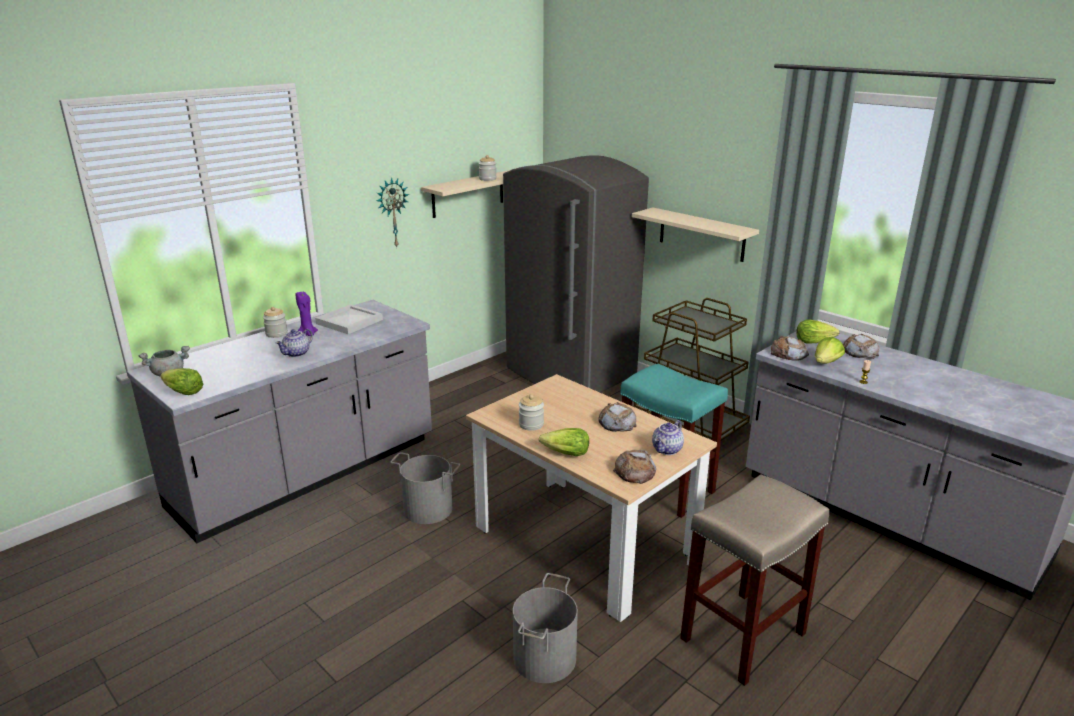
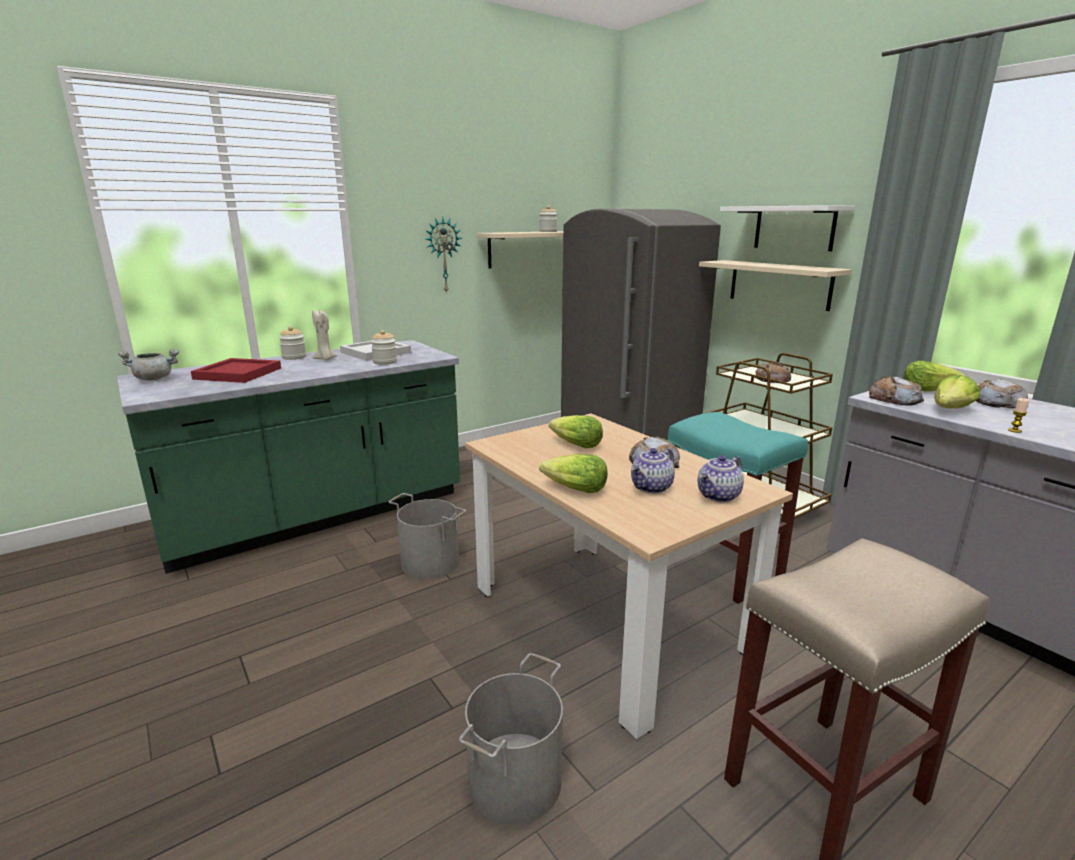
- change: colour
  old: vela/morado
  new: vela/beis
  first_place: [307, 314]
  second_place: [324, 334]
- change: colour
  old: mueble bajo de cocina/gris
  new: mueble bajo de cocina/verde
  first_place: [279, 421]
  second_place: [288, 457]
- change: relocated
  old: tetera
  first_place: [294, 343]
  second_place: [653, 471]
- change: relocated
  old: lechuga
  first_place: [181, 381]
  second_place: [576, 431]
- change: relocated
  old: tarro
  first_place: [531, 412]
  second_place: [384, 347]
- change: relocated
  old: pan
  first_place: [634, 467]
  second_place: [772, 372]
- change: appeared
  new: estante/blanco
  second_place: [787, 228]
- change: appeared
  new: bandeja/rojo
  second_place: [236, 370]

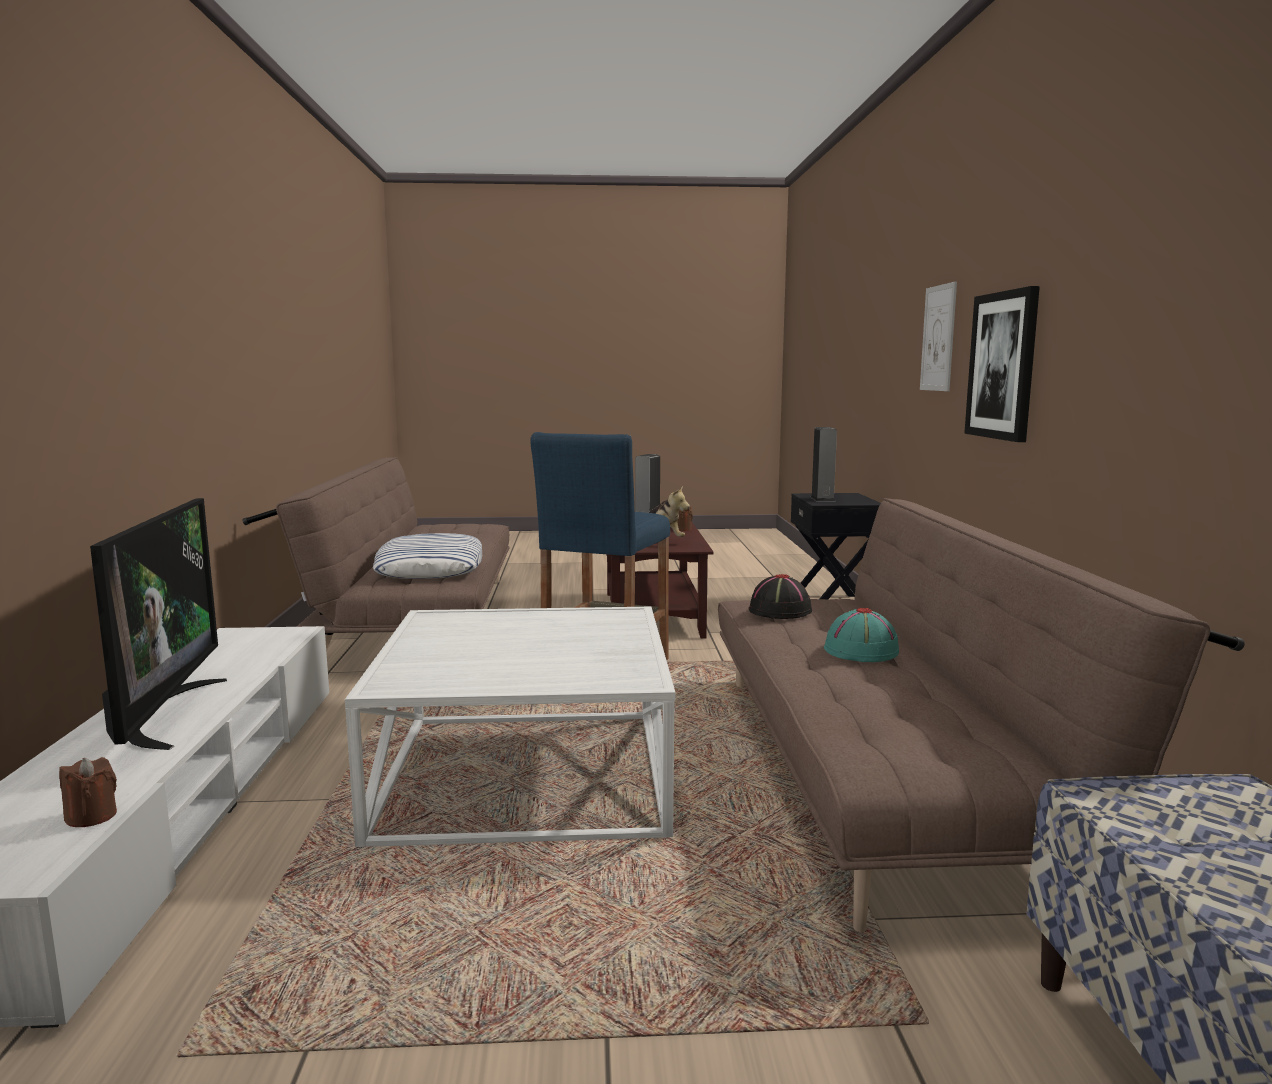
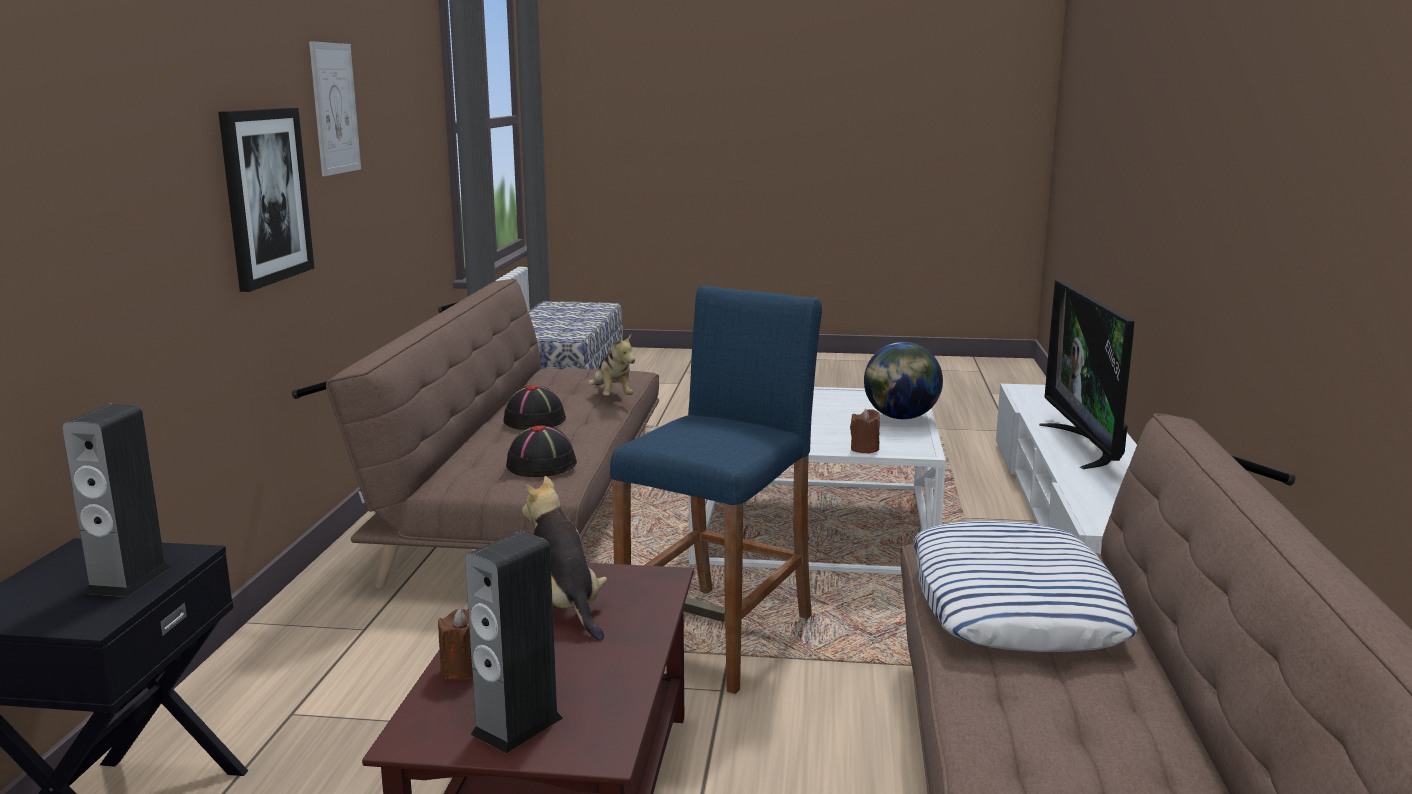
- change: relocated
  old: cuadro
  first_place: [938, 336]
  second_place: [335, 108]
- change: colour
  old: sombrero/turquesa
  new: sombrero/negro
  first_place: [861, 635]
  second_place: [535, 407]
- change: relocated
  old: vela/marrón
  first_place: [88, 792]
  second_place: [865, 431]
- change: appeared
  new: peluche
  second_place: [611, 365]
- change: appeared
  new: globo terráqueo
  second_place: [903, 380]

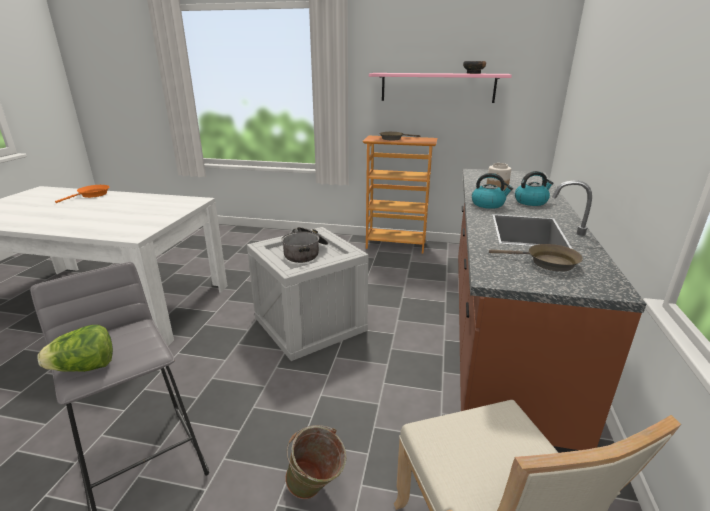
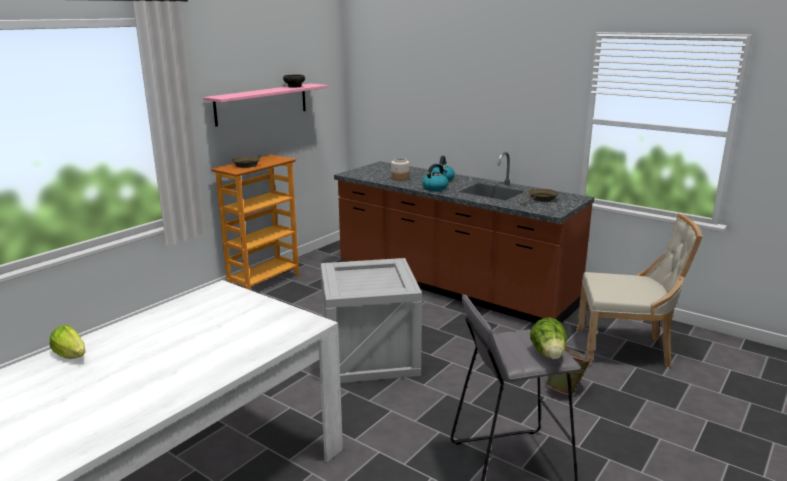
- change: exchanged
  old: sartén/naranja
  new: lechuga
  first_place: [82, 194]
  second_place: [67, 342]
- change: missing
  old: olla
  first_place: [305, 245]

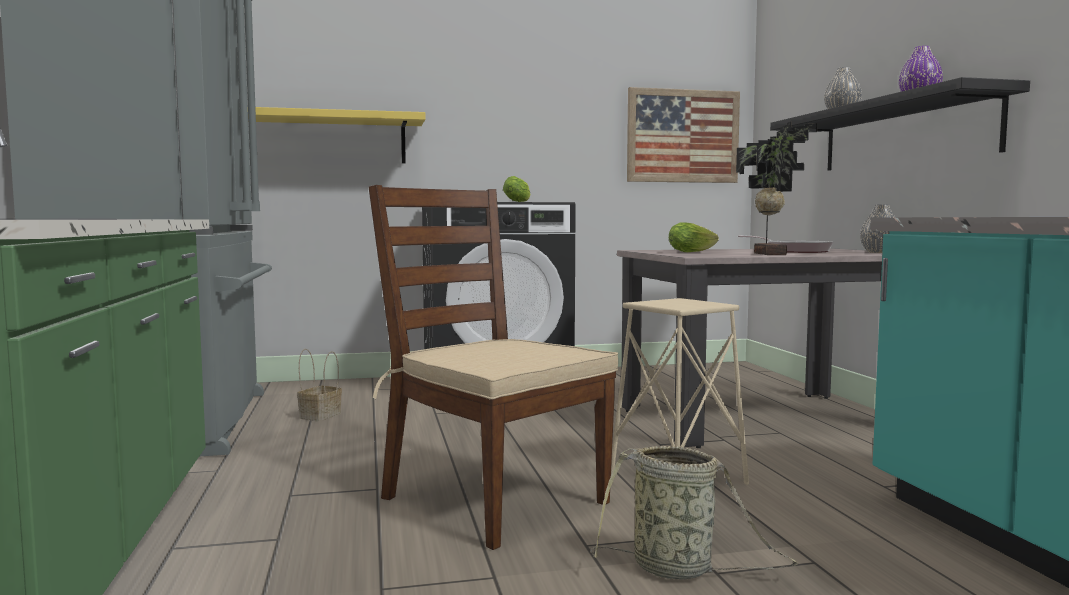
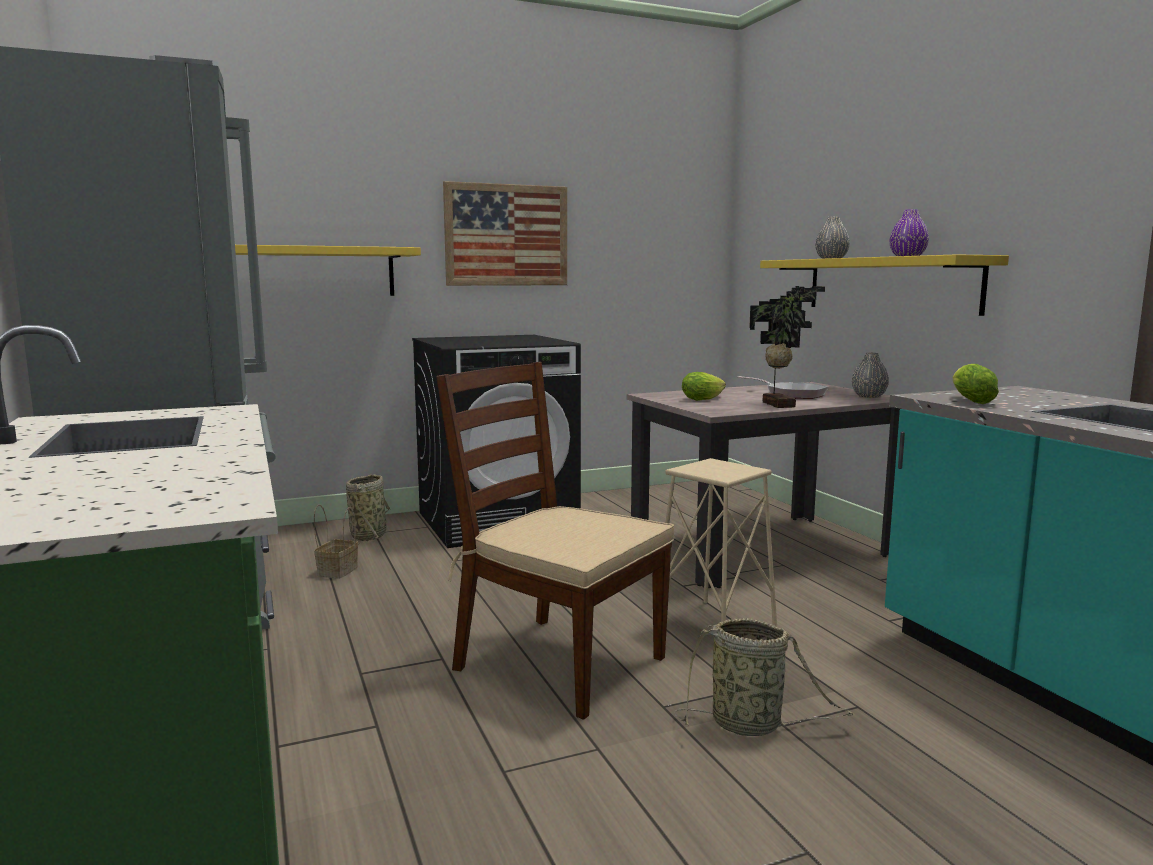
- change: colour
  old: estante/negro
  new: estante/amarillo
  first_place: [900, 124]
  second_place: [884, 285]
- change: relocated
  old: cuadro
  first_place: [683, 135]
  second_place: [505, 233]
- change: relocated
  old: lechuga
  first_place: [516, 189]
  second_place: [976, 384]
- change: appeared
  new: cesta
  second_place: [368, 509]

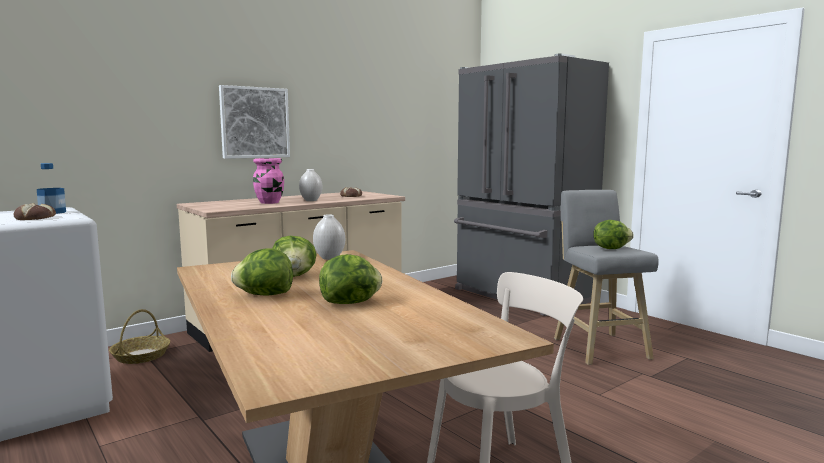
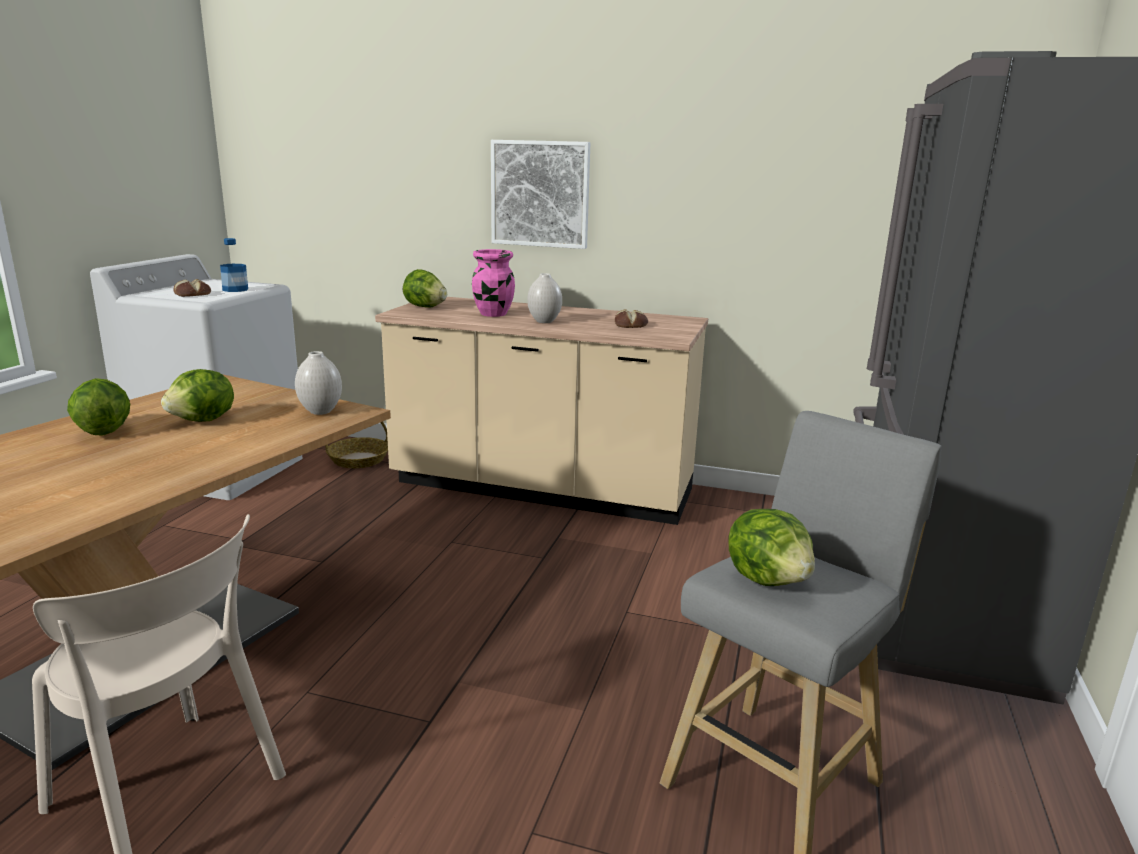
- change: relocated
  old: lechuga
  first_place: [350, 279]
  second_place: [425, 288]

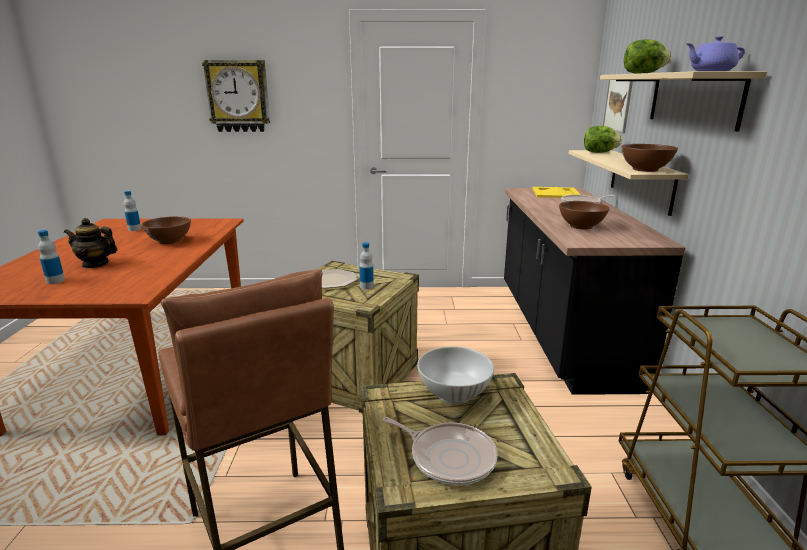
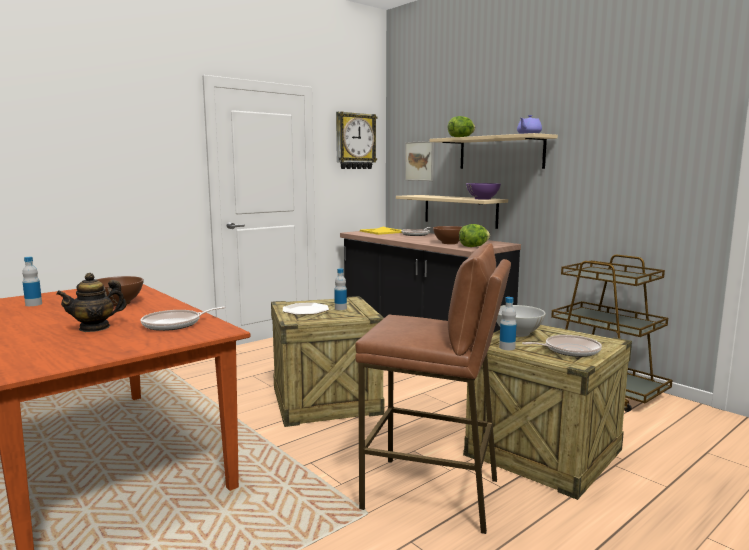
- change: relocated
  old: reloj de pared
  first_place: [236, 96]
  second_place: [356, 140]
- change: relocated
  old: lechuga
  first_place: [603, 139]
  second_place: [474, 235]
- change: colour
  old: cuenco/marrón
  new: cuenco/morado
  first_place: [649, 158]
  second_place: [483, 191]
- change: relocated
  old: botella
  first_place: [51, 257]
  second_place: [507, 323]
- change: appeared
  new: sartén
  second_place: [183, 319]

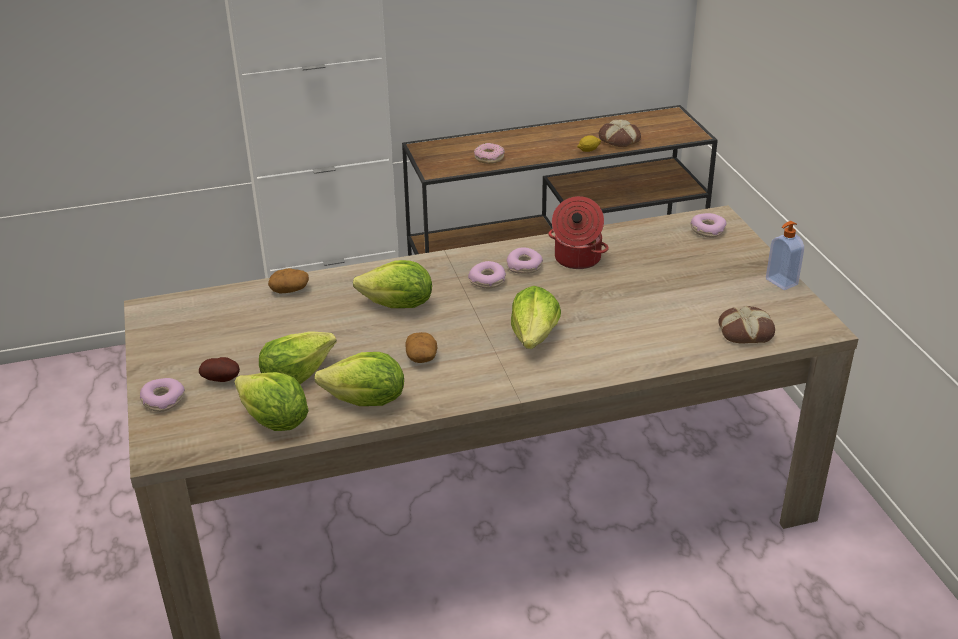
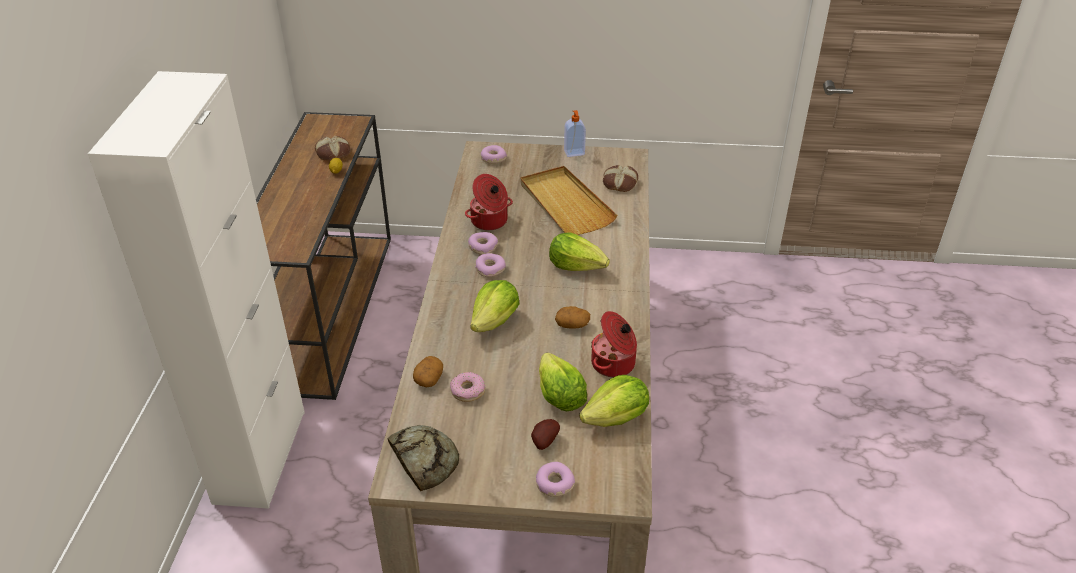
- change: relocated
  old: rosquilla
  first_place: [489, 153]
  second_place: [467, 387]
- change: exchanged
  old: lechuga
  new: olla
  first_place: [359, 379]
  second_place: [614, 344]
- change: appeared
  new: bandeja/beis
  second_place: [569, 200]
- change: appeared
  new: pan
  second_place: [423, 458]

